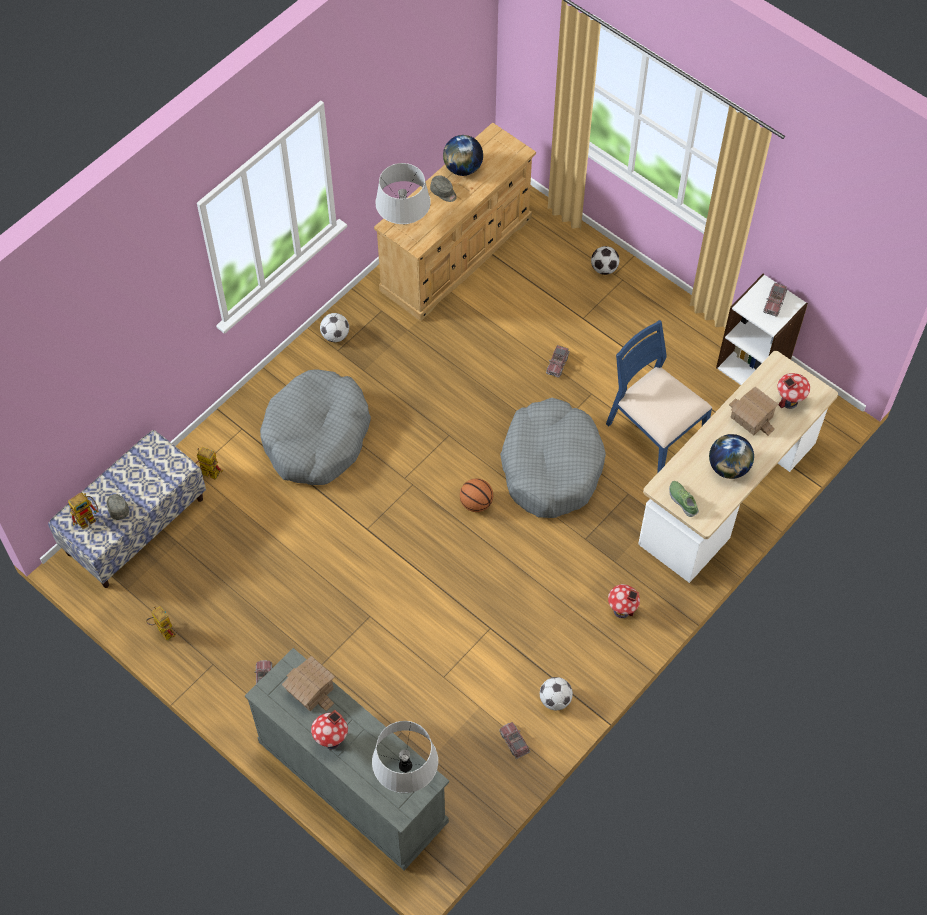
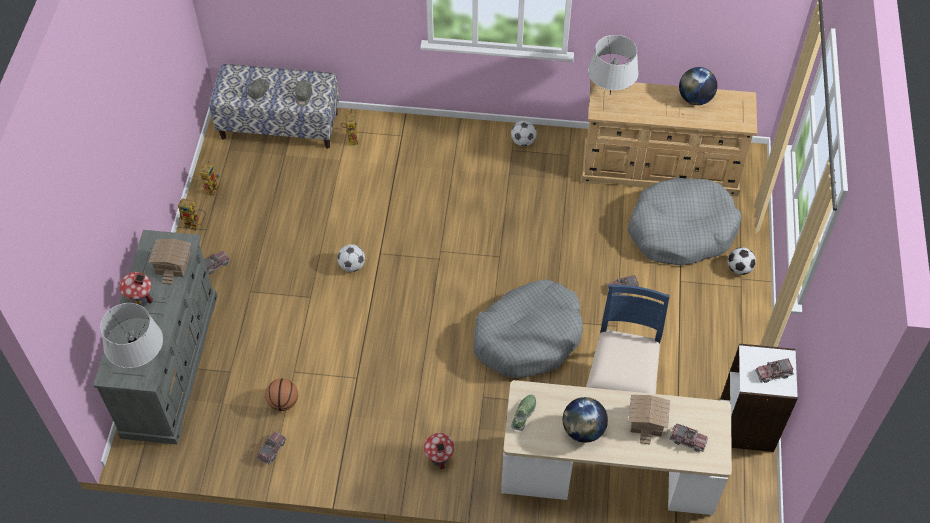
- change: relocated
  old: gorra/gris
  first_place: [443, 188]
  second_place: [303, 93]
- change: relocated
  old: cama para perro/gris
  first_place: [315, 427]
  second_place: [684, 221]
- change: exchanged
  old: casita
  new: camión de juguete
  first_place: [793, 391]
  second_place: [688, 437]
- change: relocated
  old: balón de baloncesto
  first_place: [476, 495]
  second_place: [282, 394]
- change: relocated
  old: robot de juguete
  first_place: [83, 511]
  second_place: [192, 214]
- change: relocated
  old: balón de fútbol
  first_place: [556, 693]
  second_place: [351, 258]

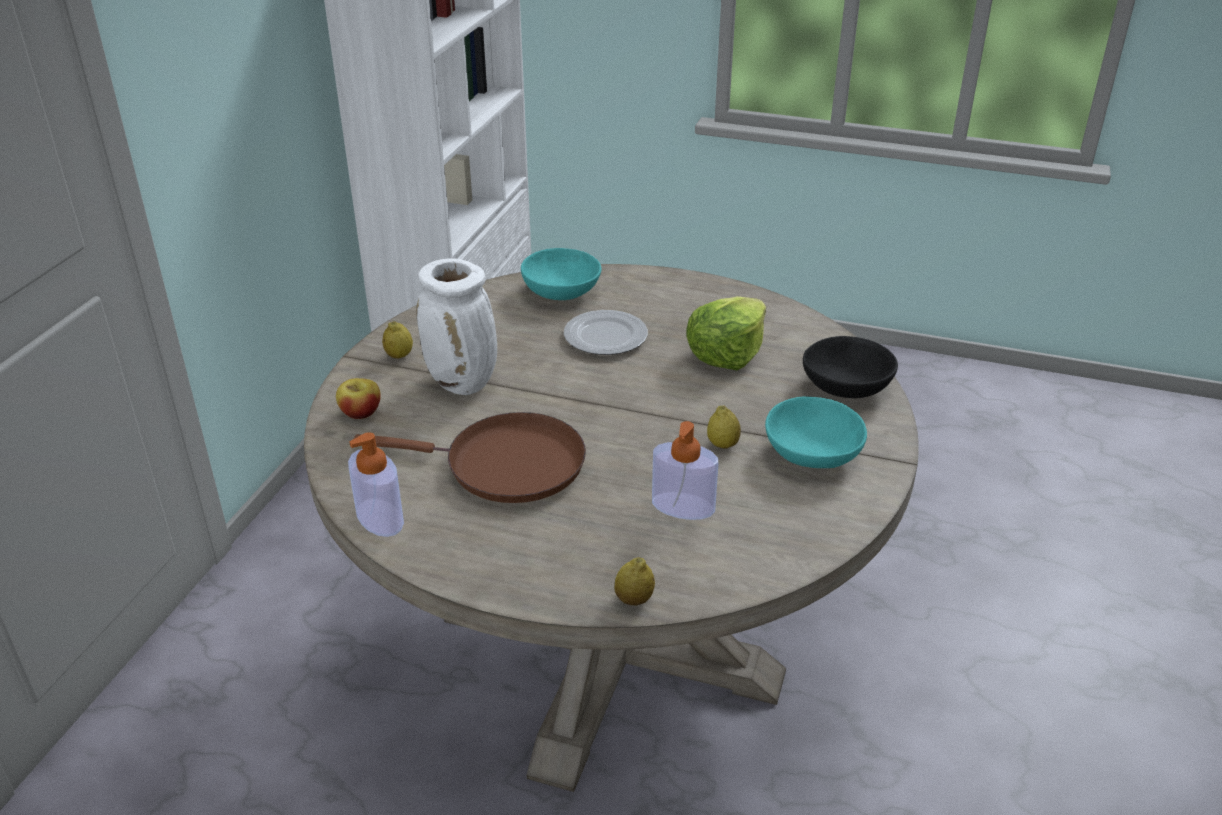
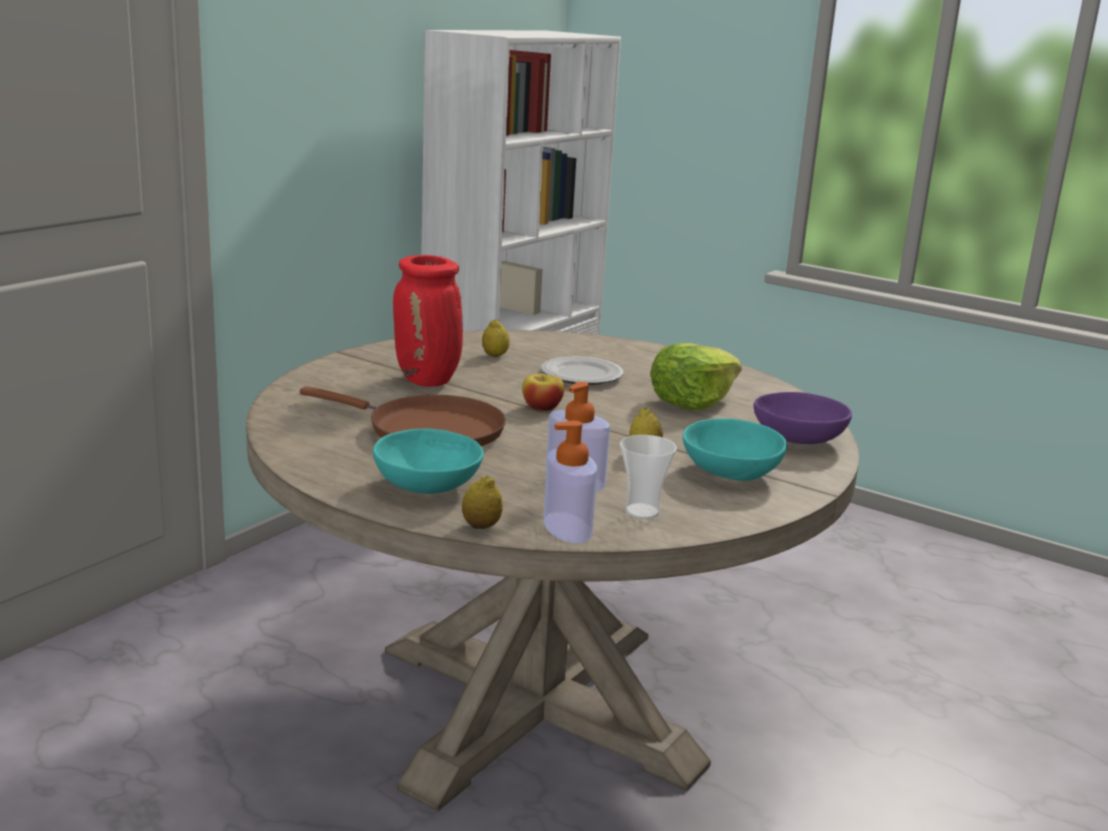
- change: relocated
  old: cuenco/turquesa
  first_place: [561, 274]
  second_place: [428, 461]
- change: colour
  old: florero/blanco
  new: florero/rojo
  first_place: [456, 326]
  second_place: [428, 321]
- change: relocated
  old: limón
  first_place: [397, 340]
  second_place: [496, 338]
- change: colour
  old: cuenco/negro
  new: cuenco/morado
  first_place: [850, 367]
  second_place: [803, 418]
- change: relocated
  old: manzana
  first_place: [358, 398]
  second_place: [543, 392]
- change: relocated
  old: dispensador de jabón
  first_place: [376, 484]
  second_place: [570, 481]
- change: appeared
  new: taza
  second_place: [648, 477]

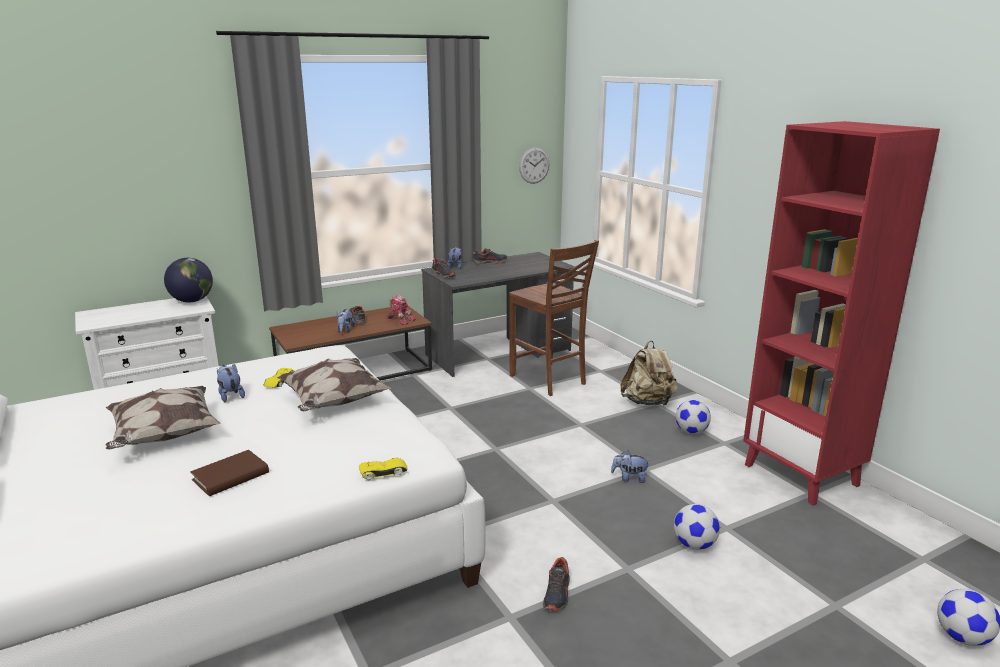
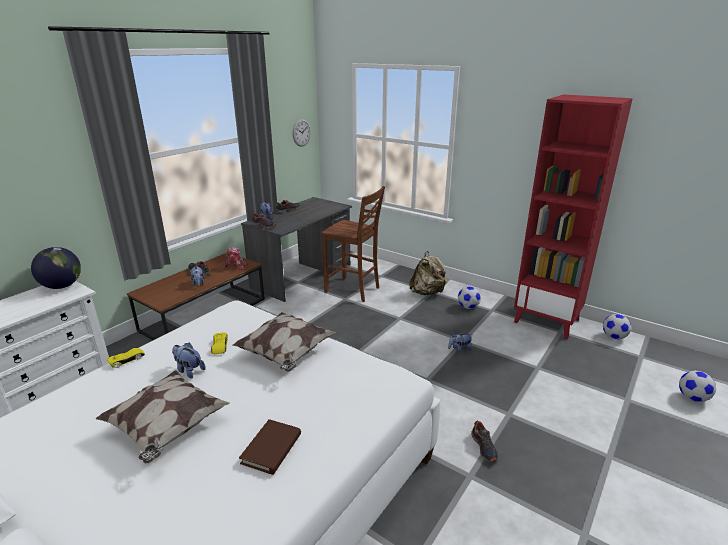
- change: relocated
  old: coche de juguete/amarillo
  first_place: [383, 469]
  second_place: [126, 358]
- change: relocated
  old: balón de fútbol
  first_place: [697, 527]
  second_place: [617, 326]

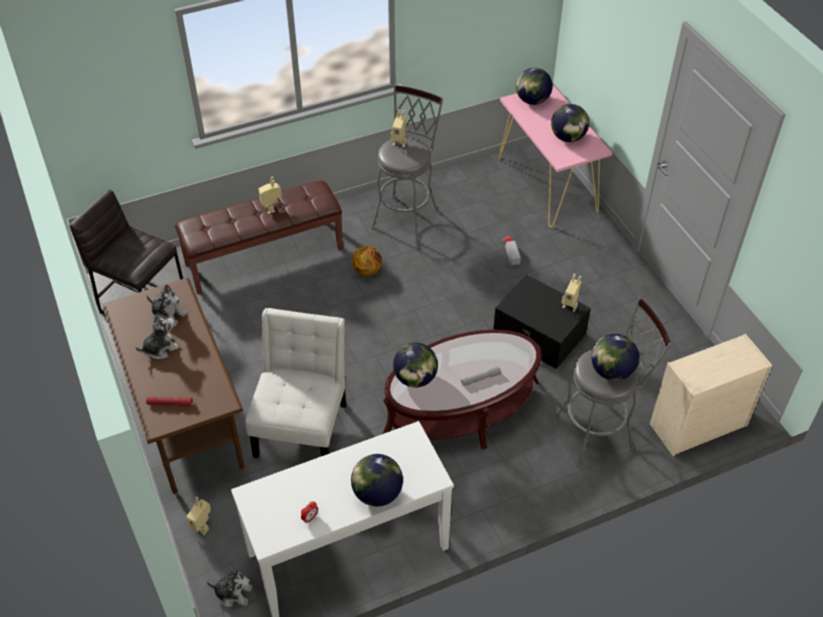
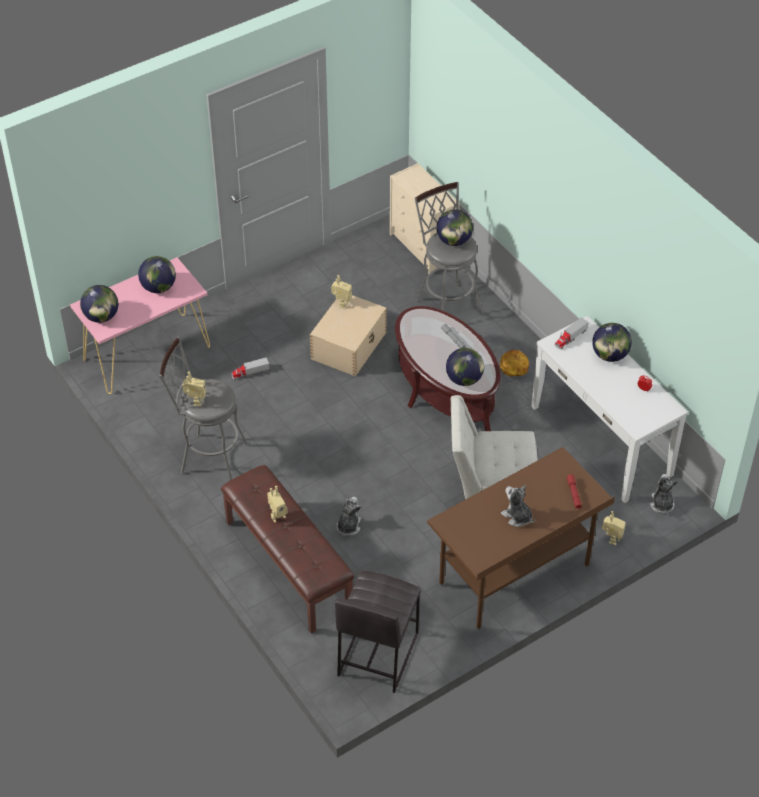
- change: relocated
  old: balón de baloncesto
  first_place: [367, 261]
  second_place: [514, 363]
- change: colour
  old: caja de almacenaje/negro
  new: caja de almacenaje/beis
  first_place: [542, 322]
  second_place: [348, 335]
- change: relocated
  old: peluche
  first_place: [166, 305]
  second_place: [349, 516]
- change: appeared
  new: camión de juguete
  second_place: [571, 333]

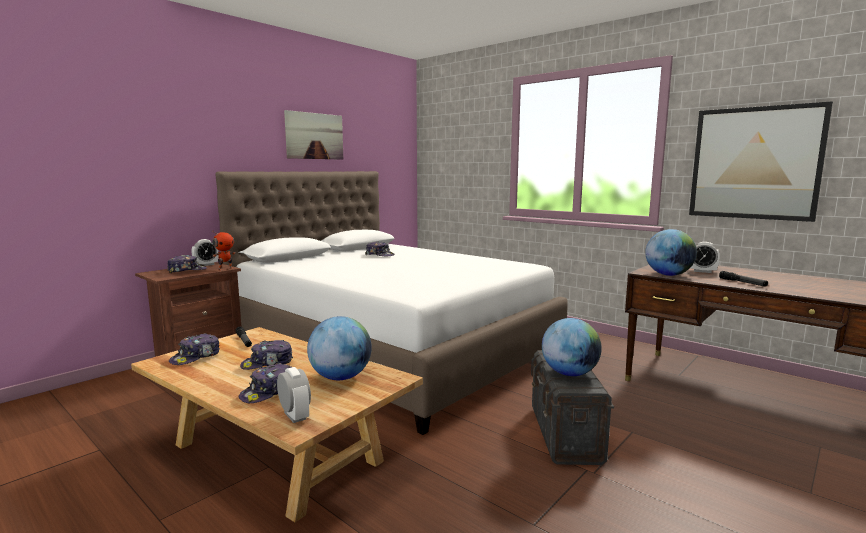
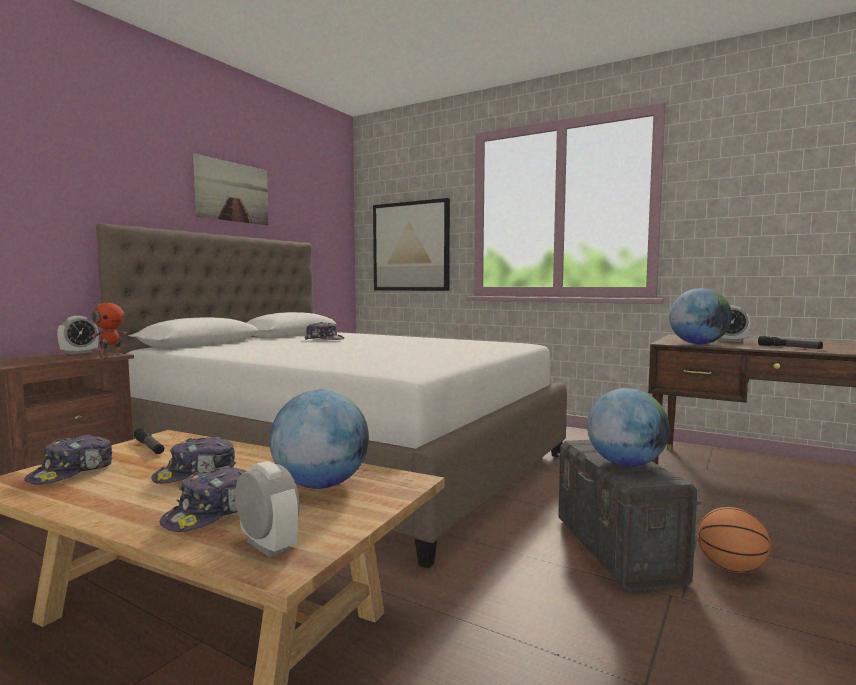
- change: relocated
  old: cuadro
  first_place: [761, 161]
  second_place: [411, 244]
- change: missing
  old: gorra
  first_place: [187, 264]
- change: appeared
  new: balón de baloncesto
  second_place: [734, 540]

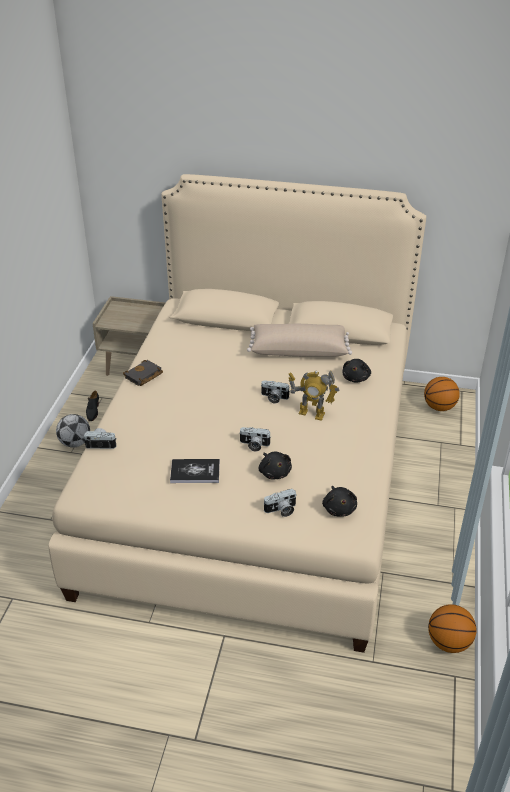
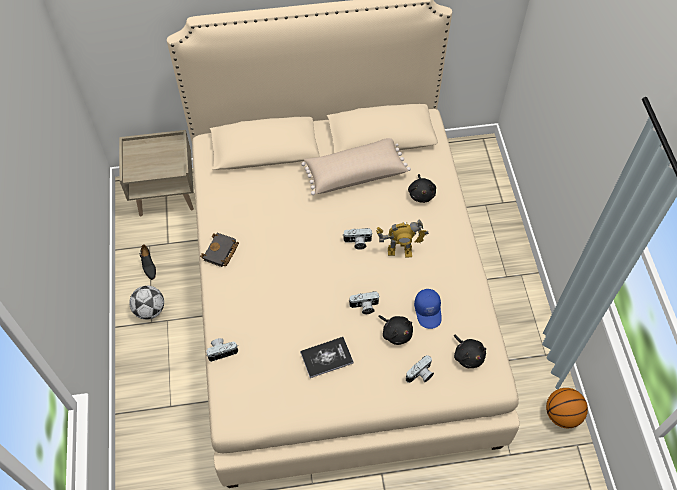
- change: missing
  old: balón de baloncesto
  first_place: [442, 394]
- change: appeared
  new: gorra/azul
  second_place: [428, 309]

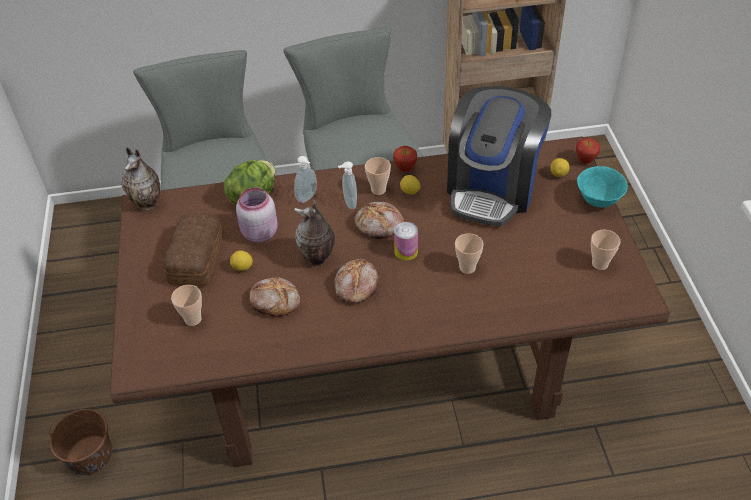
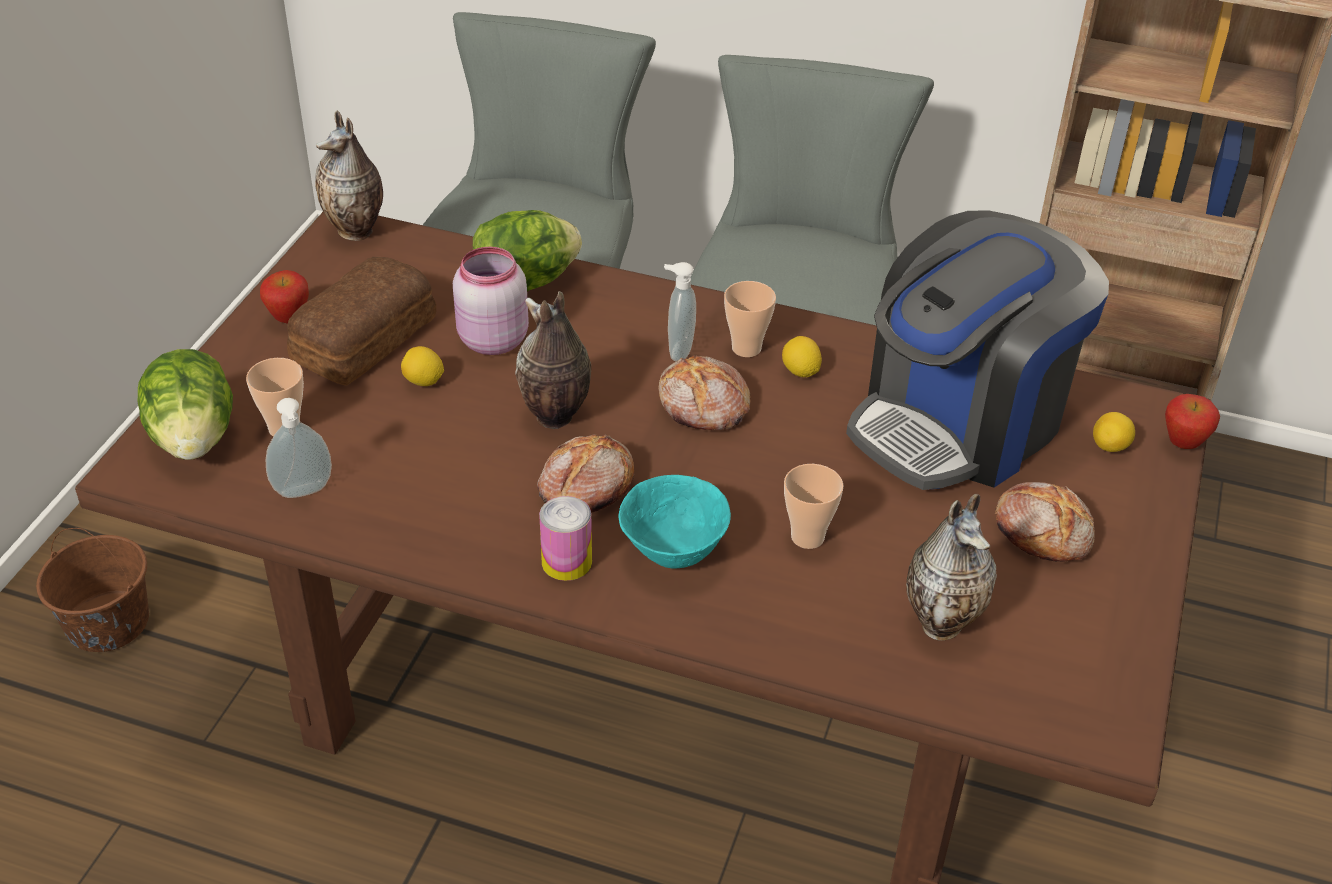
- change: relocated
  old: manzana
  first_place: [405, 159]
  second_place: [284, 297]
- change: relocated
  old: dispensador de jabón
  first_place: [305, 179]
  second_place: [299, 448]
- change: relocated
  old: cuenco/turquesa
  first_place: [602, 187]
  second_place: [674, 522]
- change: relocated
  old: lata
  first_place: [406, 241]
  second_place: [565, 538]
- change: missing
  old: taza
  first_place: [605, 250]
- change: relocated
  old: pan
  first_place: [274, 297]
  second_place: [1045, 522]
- change: appeared
  new: lechuga
  second_place: [185, 404]
- change: appeared
  new: florero
  second_place: [951, 567]

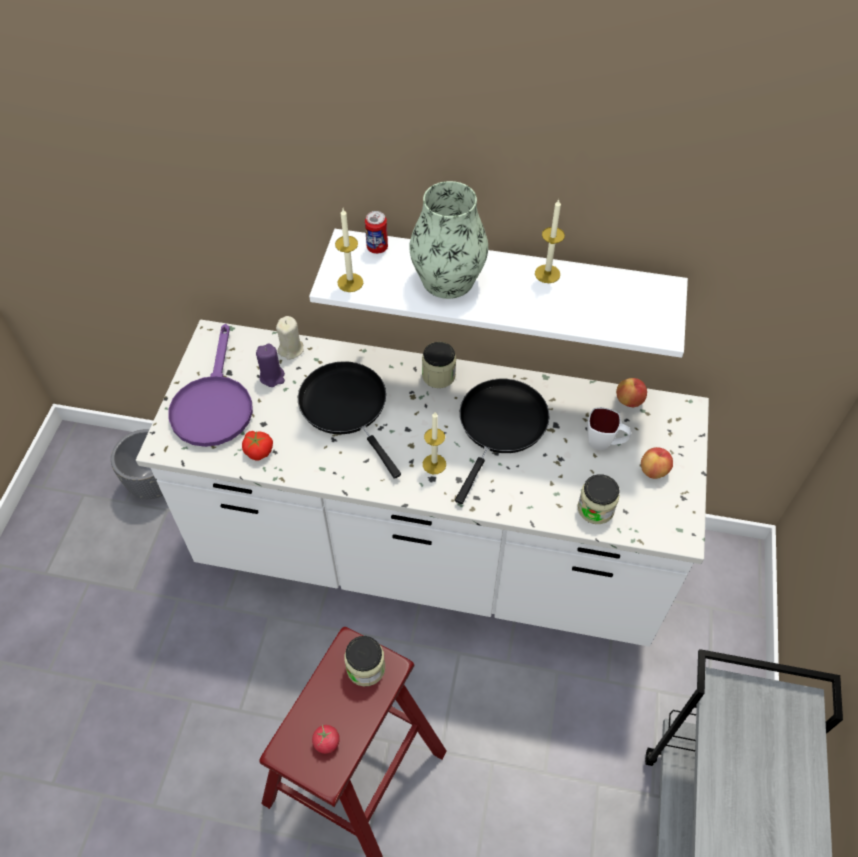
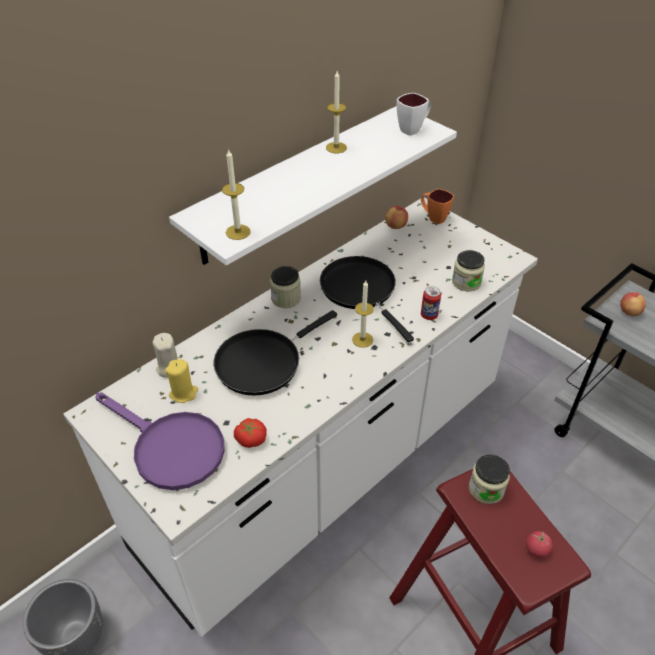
- change: missing
  old: florero
  first_place: [448, 240]
- change: relocated
  old: lata
  first_place: [376, 232]
  second_place: [431, 303]
- change: colour
  old: vela/morado
  new: vela/amarillo
  first_place: [270, 365]
  second_place: [181, 381]
- change: spun
  old: sartén/negro
  first_place: [349, 420]
  second_place: [275, 352]
  degrees: -45
- change: relocated
  old: taza grande/blanco
  first_place: [609, 428]
  second_place: [414, 114]
- change: relocated
  old: manzana
  first_place: [657, 463]
  second_place: [633, 304]
- change: appeared
  new: taza grande/naranja
  second_place: [437, 206]

